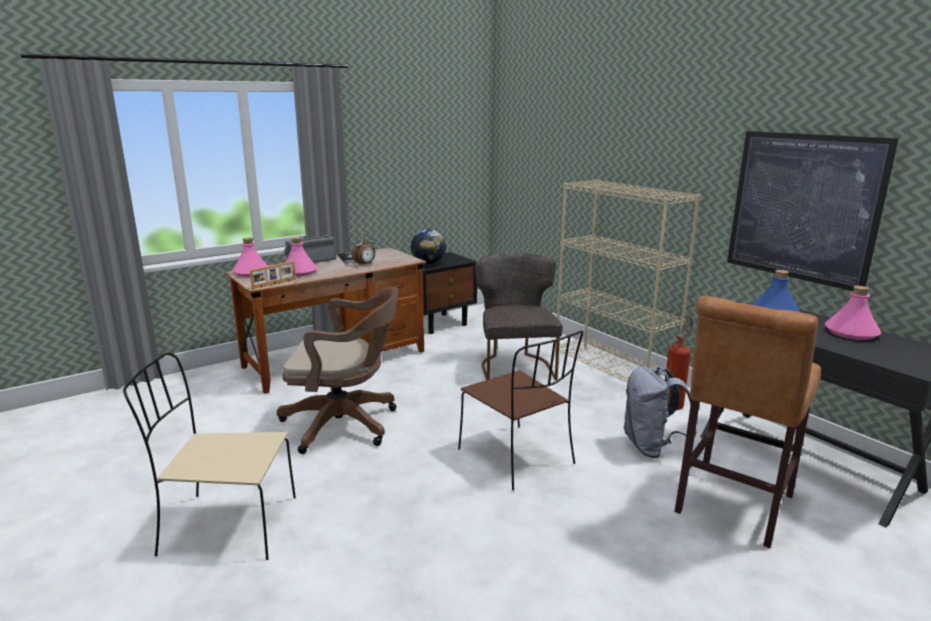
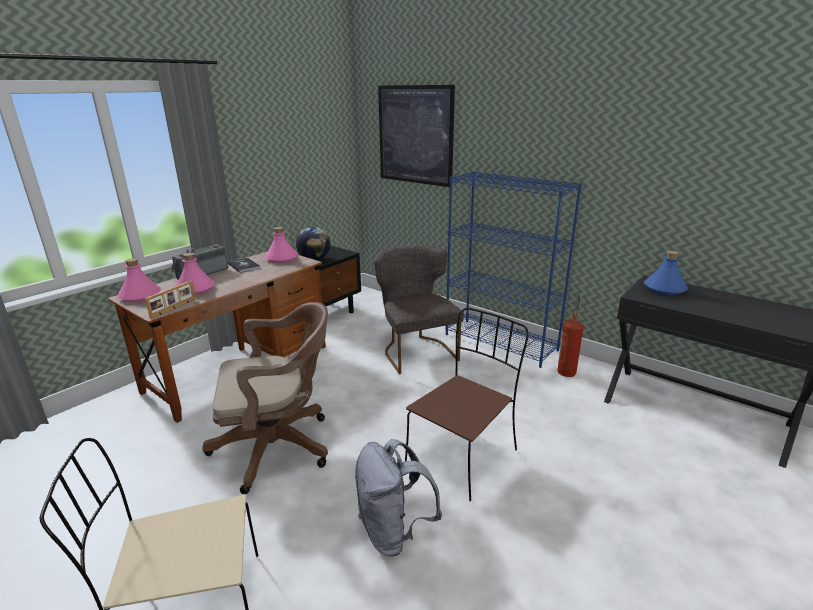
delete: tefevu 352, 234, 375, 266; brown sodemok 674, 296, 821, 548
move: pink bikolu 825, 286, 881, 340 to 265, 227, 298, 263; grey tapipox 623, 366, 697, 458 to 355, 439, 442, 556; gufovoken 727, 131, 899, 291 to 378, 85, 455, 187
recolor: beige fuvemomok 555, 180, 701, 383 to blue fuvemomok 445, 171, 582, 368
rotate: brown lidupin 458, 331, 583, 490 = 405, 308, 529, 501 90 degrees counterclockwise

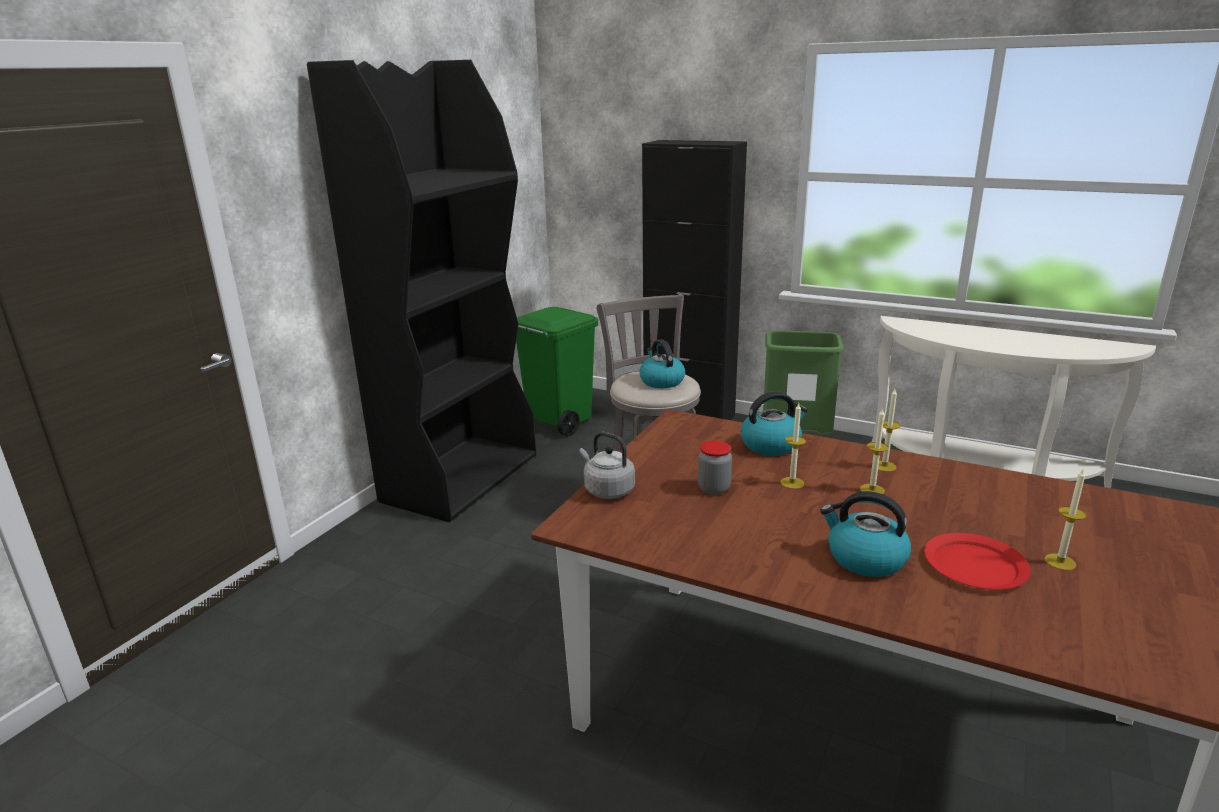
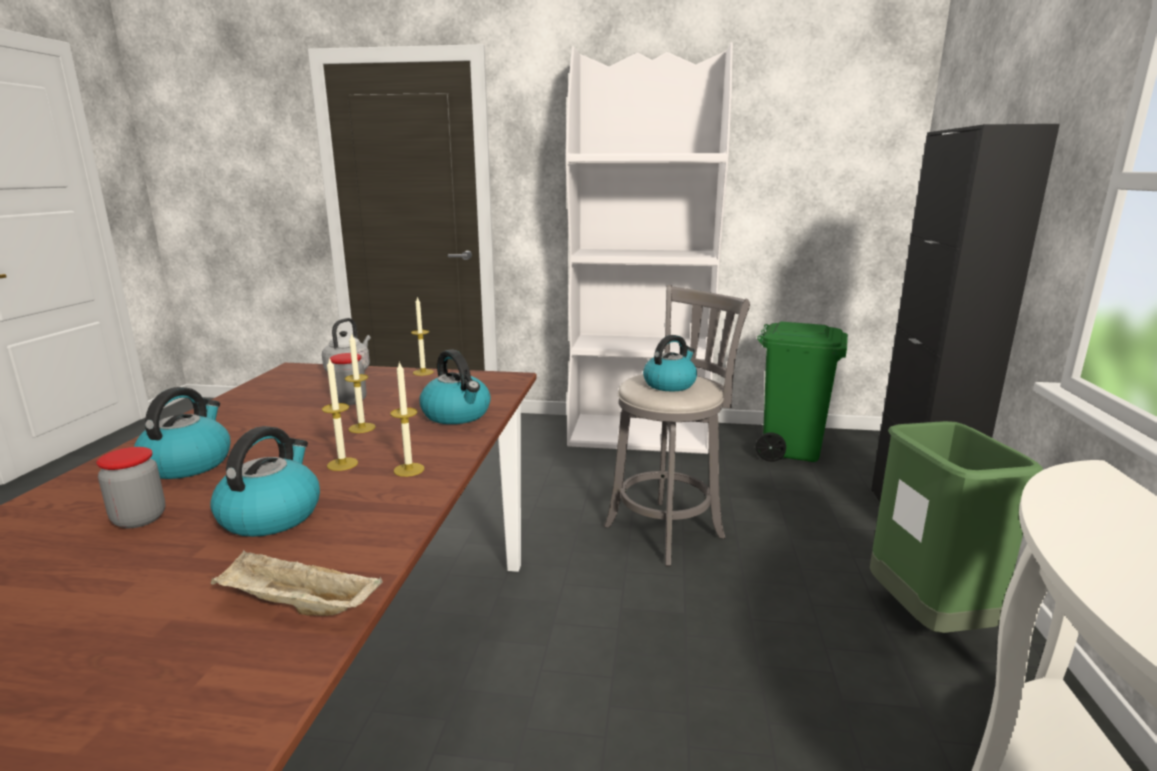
insert: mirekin 210, 426, 320, 537; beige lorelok 211, 550, 383, 616
move: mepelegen 1045, 468, 1087, 570 to 411, 297, 434, 376
replace: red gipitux 924, 533, 1031, 590 to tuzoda 96, 447, 165, 528
recolor: black fuvemomok 307, 60, 536, 522 to white fuvemomok 565, 42, 733, 454

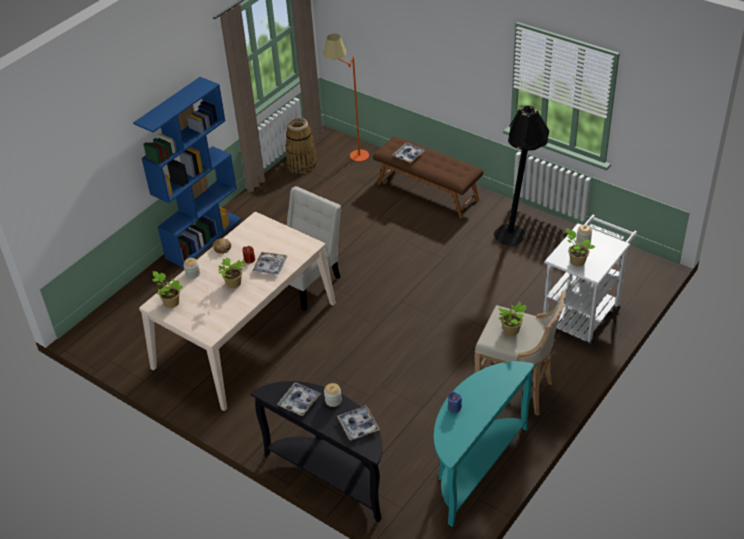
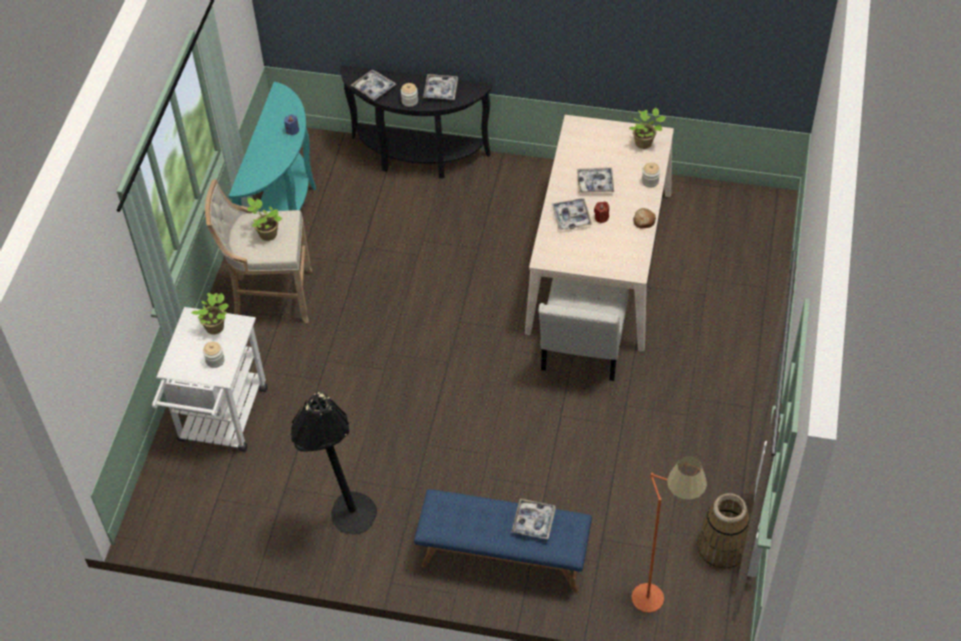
delete: blue fuvemomok 133, 77, 242, 267
replace: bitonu 218, 258, 246, 288 to lorelok 577, 168, 614, 193
recolor: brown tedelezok 373, 136, 483, 218 to blue tedelezok 414, 489, 592, 593

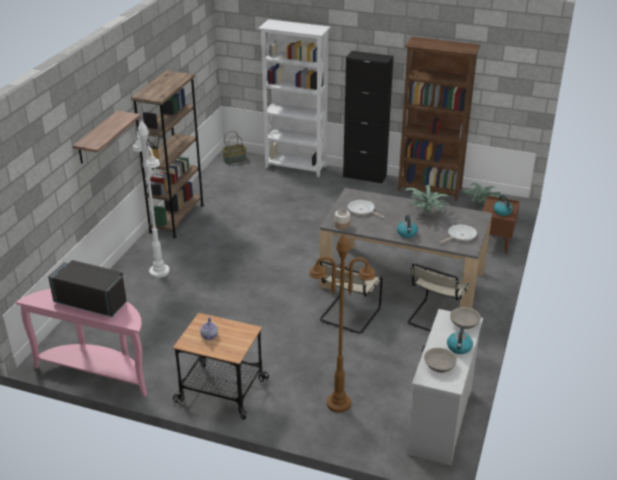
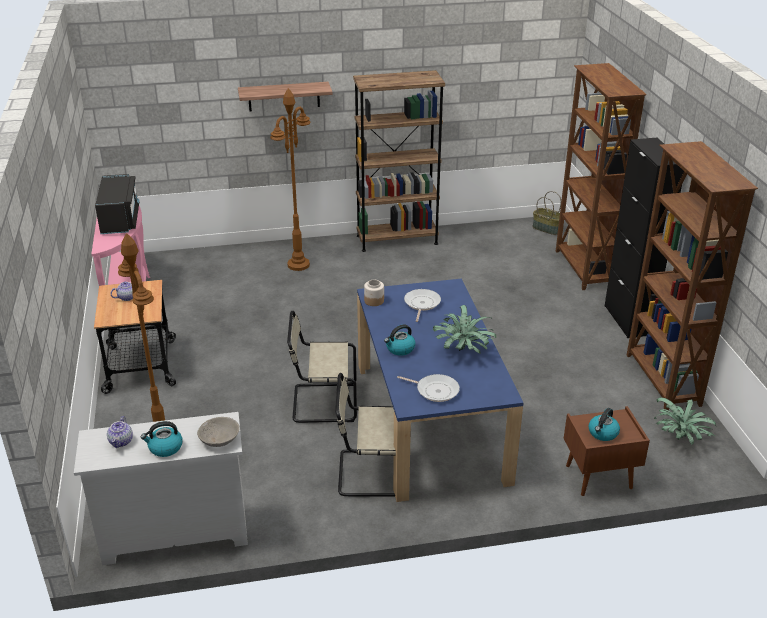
replace: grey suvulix 424, 348, 457, 373 to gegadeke 107, 416, 133, 448
recolor: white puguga 132, 121, 170, 278 to brown puguga 270, 88, 310, 271; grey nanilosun 320, 188, 492, 308 to blue nanilosun 357, 279, 524, 502; white fuvemomok 258, 19, 330, 177 to brown fuvemomok 556, 63, 647, 290

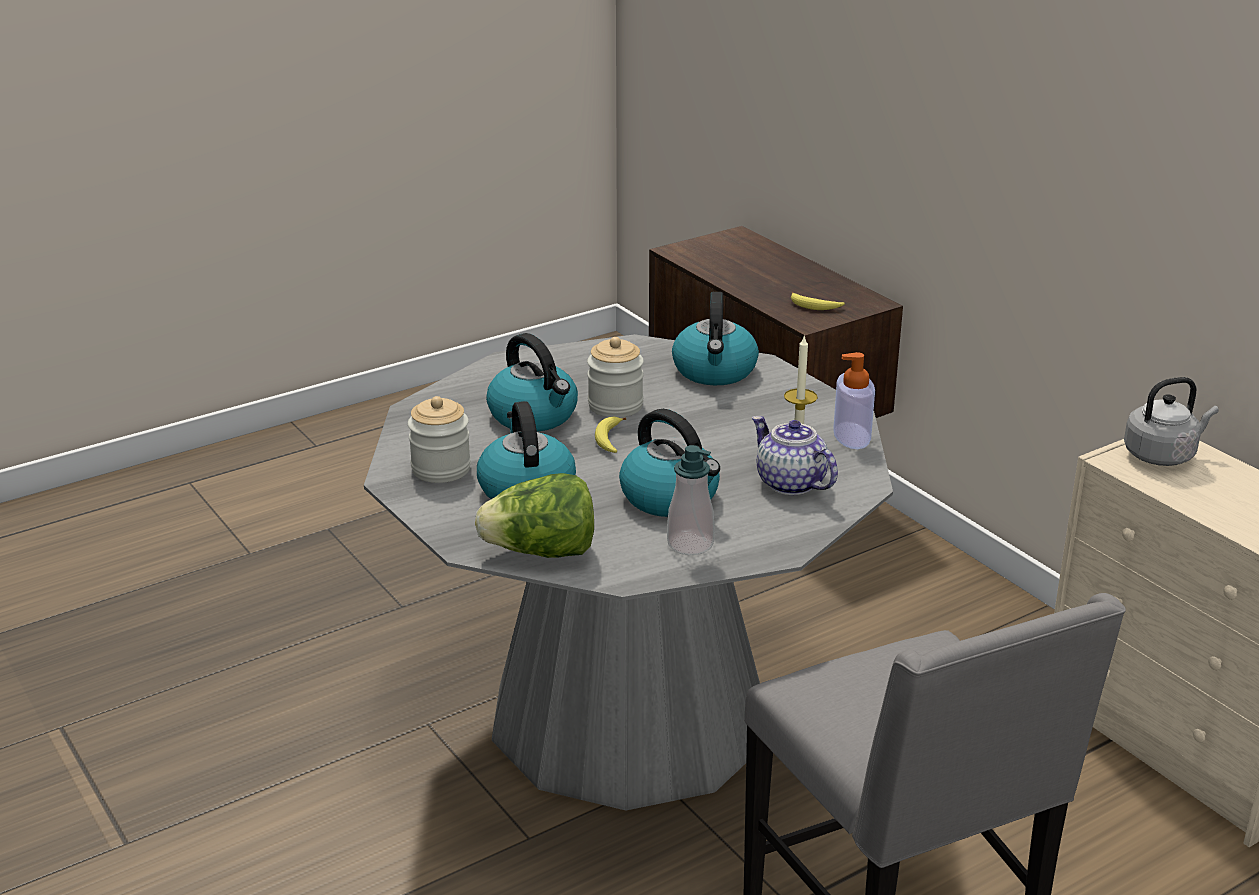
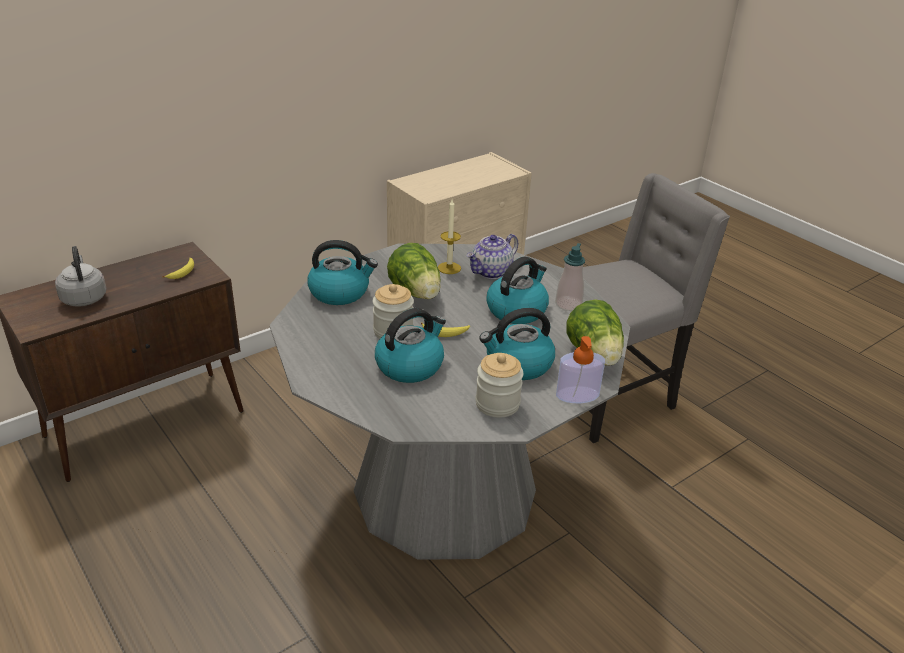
insert: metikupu 387, 243, 441, 299
move: grey mirekin 1124, 377, 1219, 466 to 55, 246, 106, 307; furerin 833, 352, 875, 449 to 556, 336, 605, 403

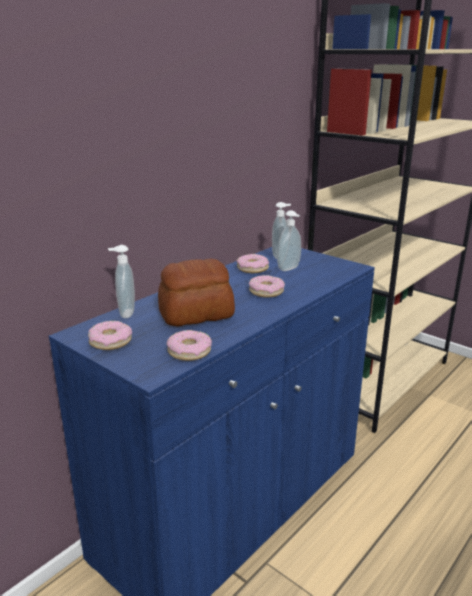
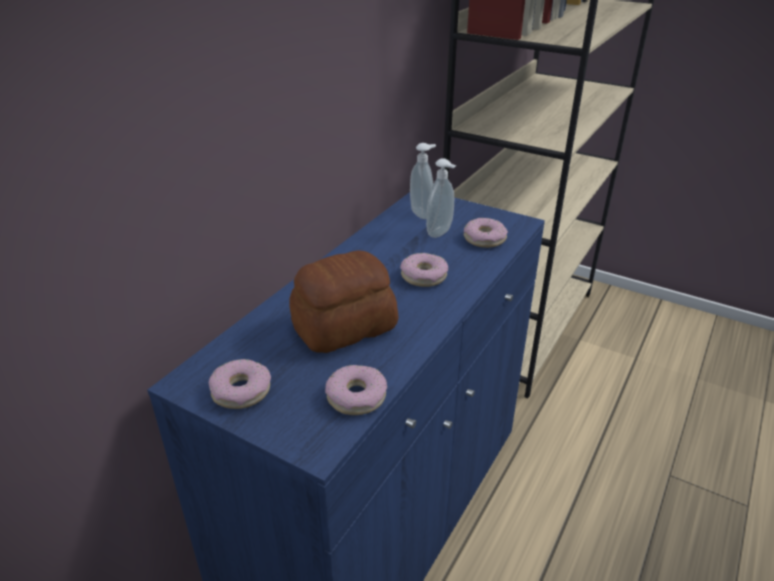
delete: furerin 108, 245, 135, 318
move: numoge 236, 254, 269, 273 to 464, 218, 508, 248

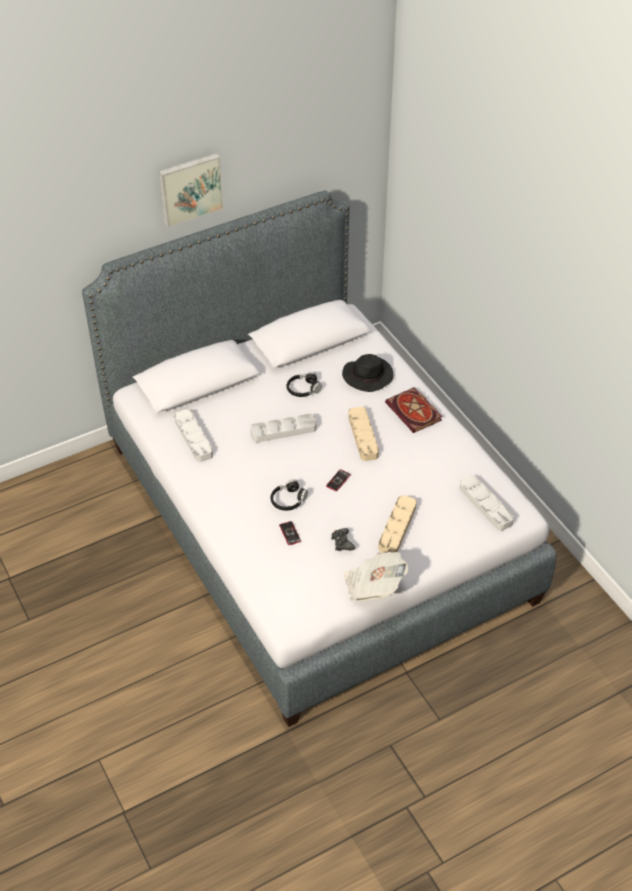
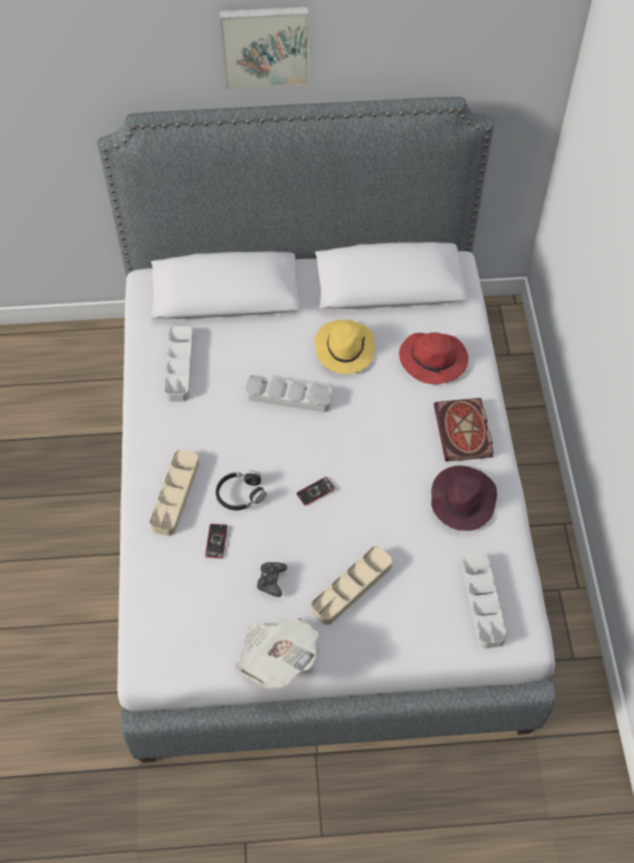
insert: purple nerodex 431, 466, 497, 531
move: beige lorelok 348, 407, 379, 461 to 150, 450, 199, 536
replace: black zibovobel 287, 372, 322, 397 to yellow nerodex 315, 320, 375, 374
recolor: black nerodex 342, 354, 394, 392 to red nerodex 399, 332, 468, 384

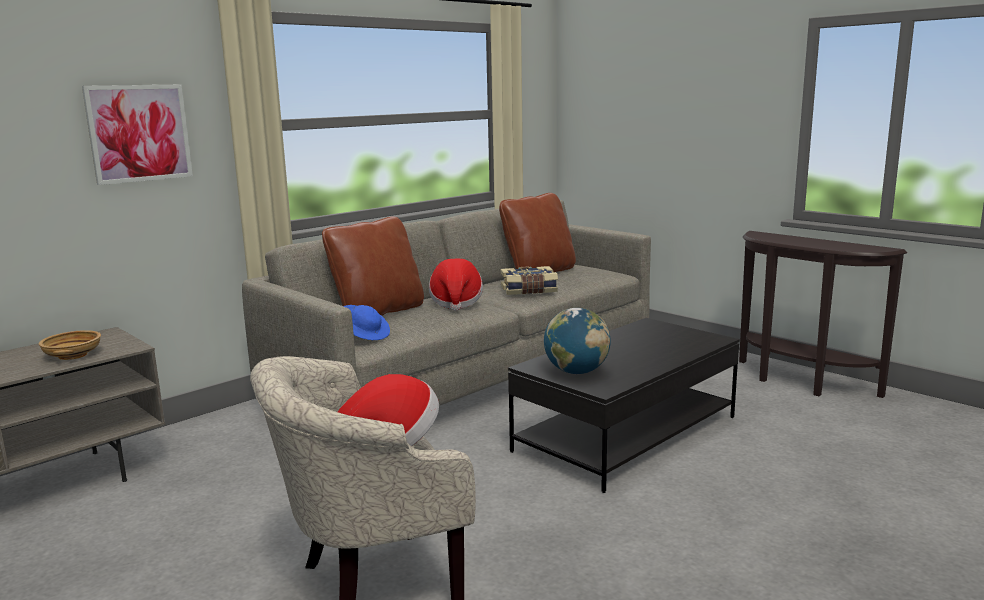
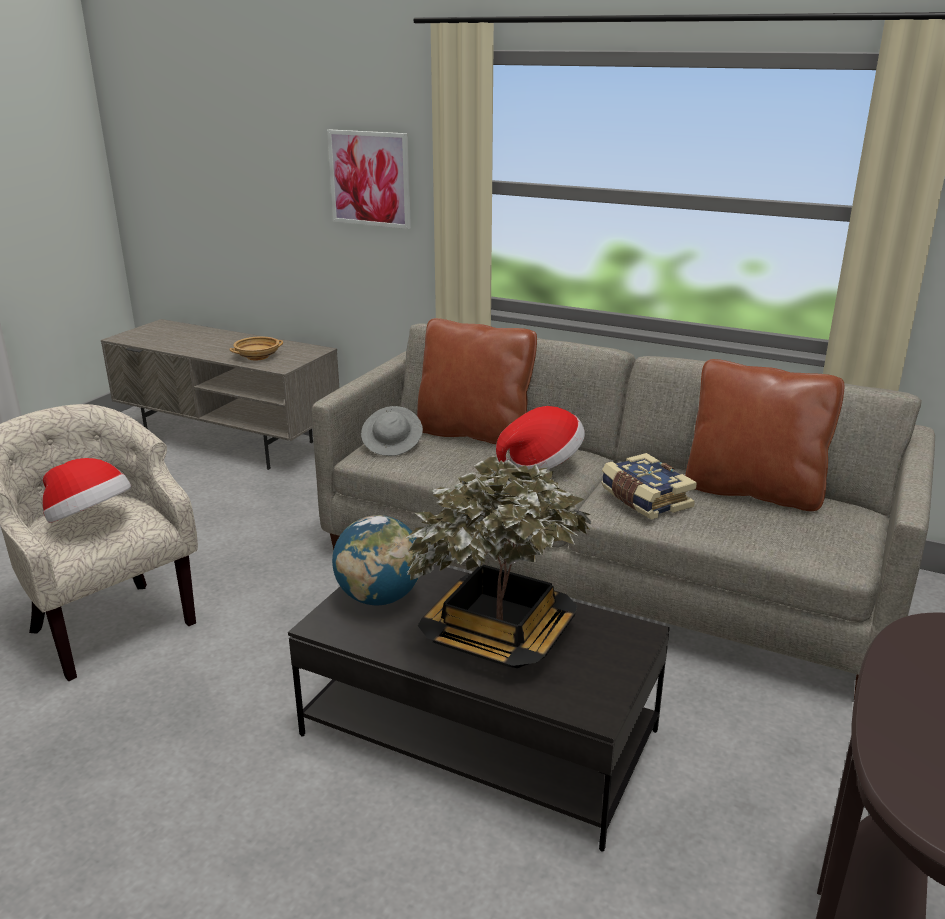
insert: bitonu 406, 456, 591, 668
recolor: blue nerodex 343, 305, 390, 340 to grey nerodex 361, 406, 423, 456

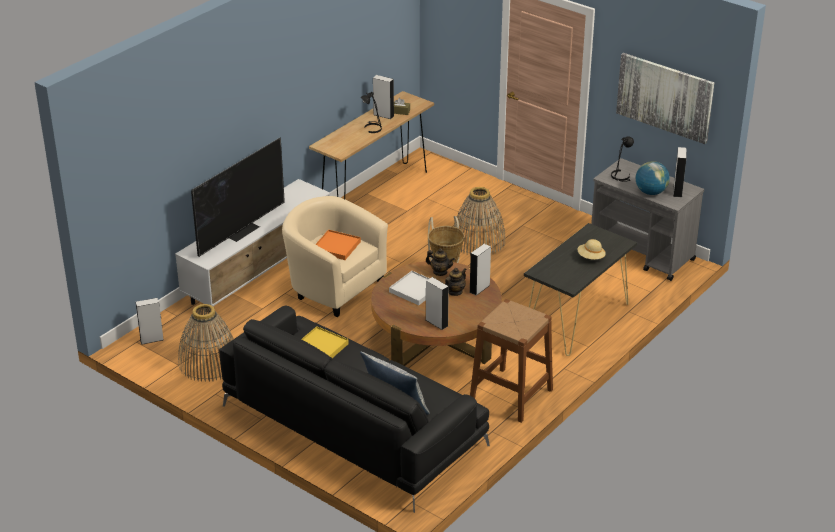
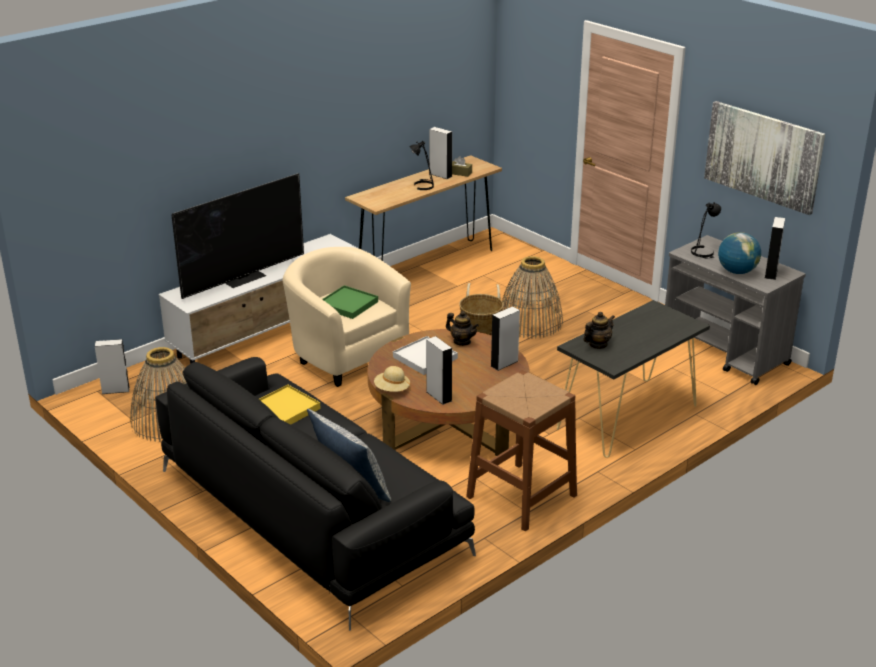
move: beige nerodex 577, 239, 606, 259 to 374, 366, 410, 392; gegadeke 445, 268, 467, 296 to 583, 312, 615, 349
recolor: orange lorelok 316, 230, 361, 260 to green lorelok 322, 285, 378, 319

